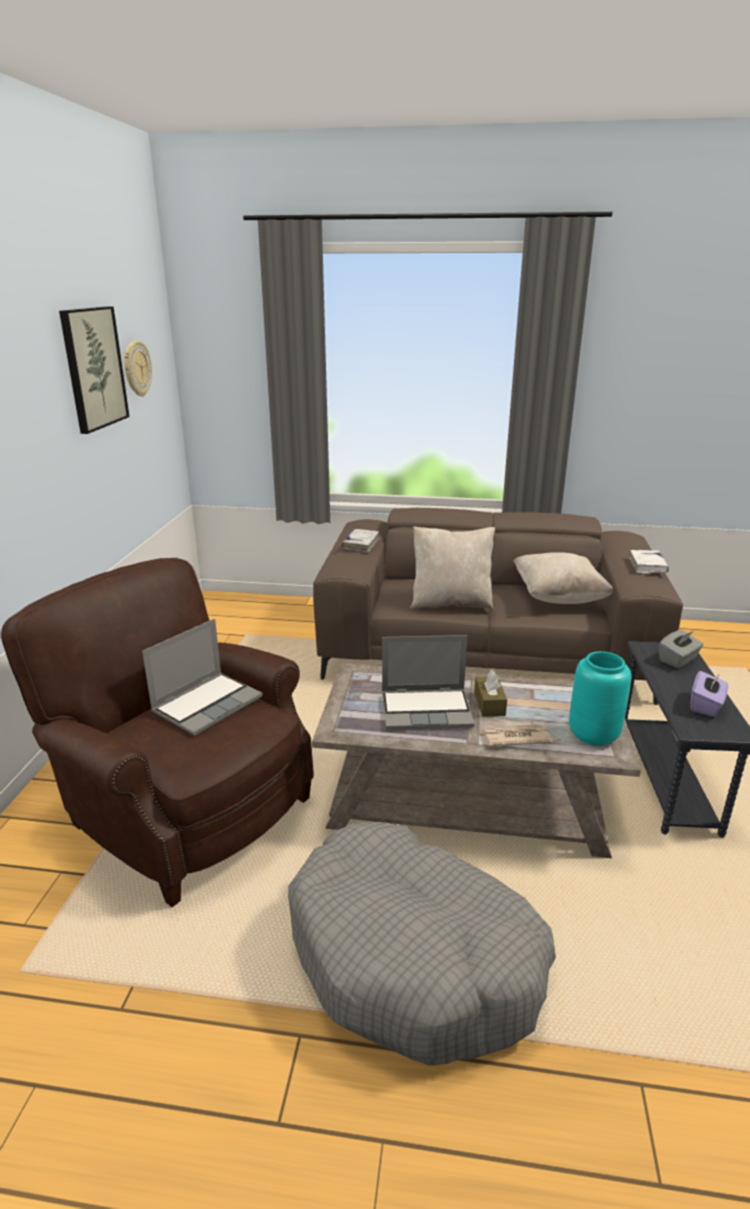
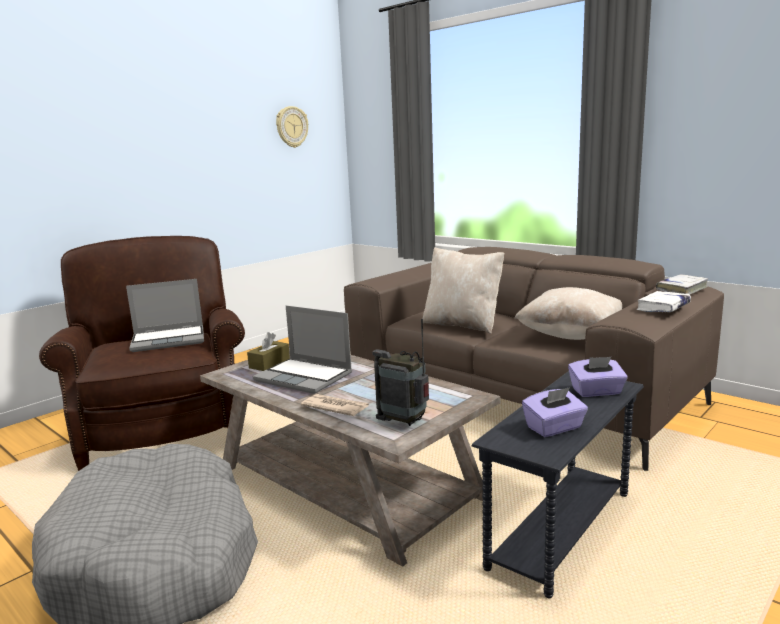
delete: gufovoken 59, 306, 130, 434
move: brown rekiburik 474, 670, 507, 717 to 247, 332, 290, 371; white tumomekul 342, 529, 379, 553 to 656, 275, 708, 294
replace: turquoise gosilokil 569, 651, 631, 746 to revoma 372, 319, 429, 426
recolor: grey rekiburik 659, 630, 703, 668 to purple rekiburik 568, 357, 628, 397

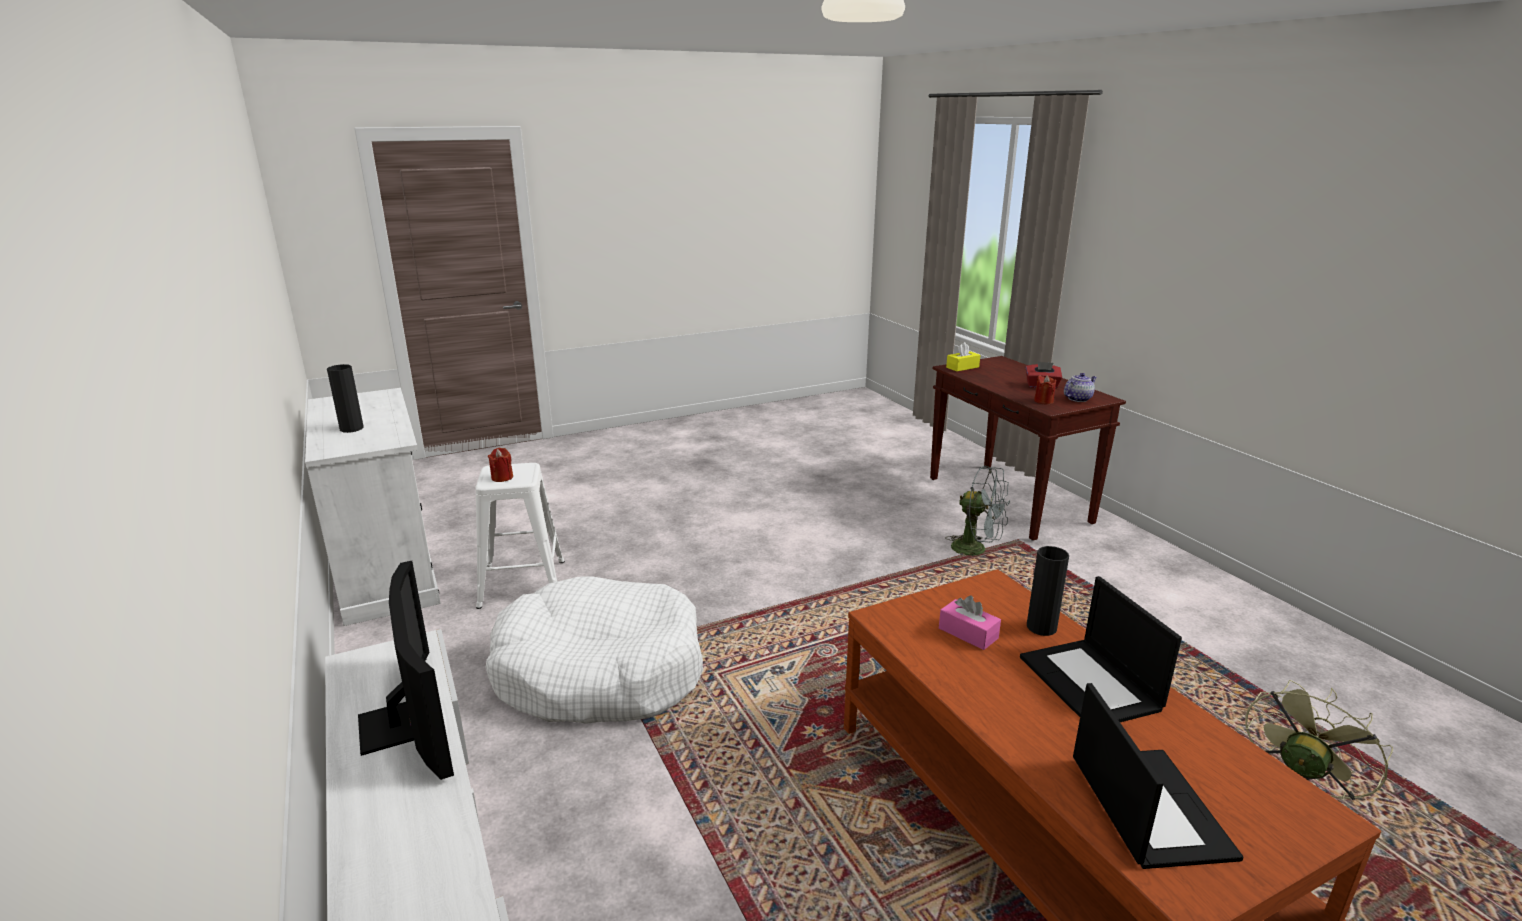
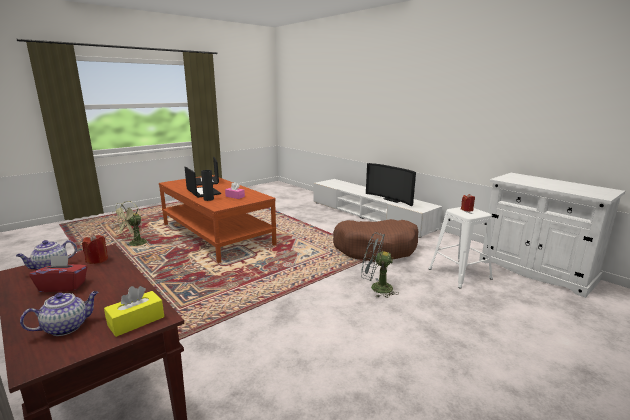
delete: black gosilokil 327, 364, 364, 433
insert: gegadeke 20, 291, 98, 336
move: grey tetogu 946, 466, 1010, 557 to 361, 232, 398, 298
recolor: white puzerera 485, 576, 703, 724 to brown puzerera 333, 219, 418, 262

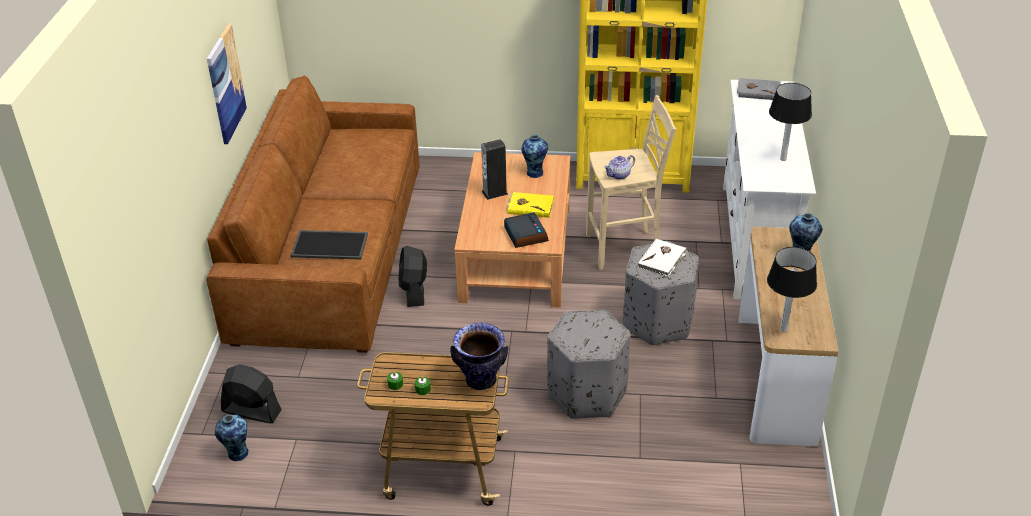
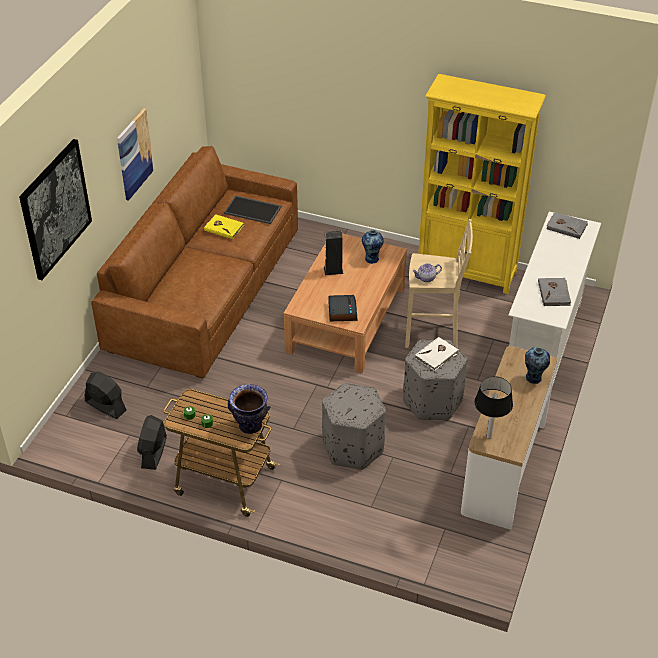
delete: gosilokil 215, 415, 248, 461
insert: gufovoken 19, 139, 92, 280
move: black tetogu 398, 246, 427, 307 to 137, 415, 167, 470; yellow tumomekul 507, 192, 554, 218 to 204, 214, 244, 239; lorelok 291, 230, 368, 260 to 224, 195, 281, 224
replace: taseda 769, 83, 812, 161 to grey tumomekul 538, 278, 571, 306

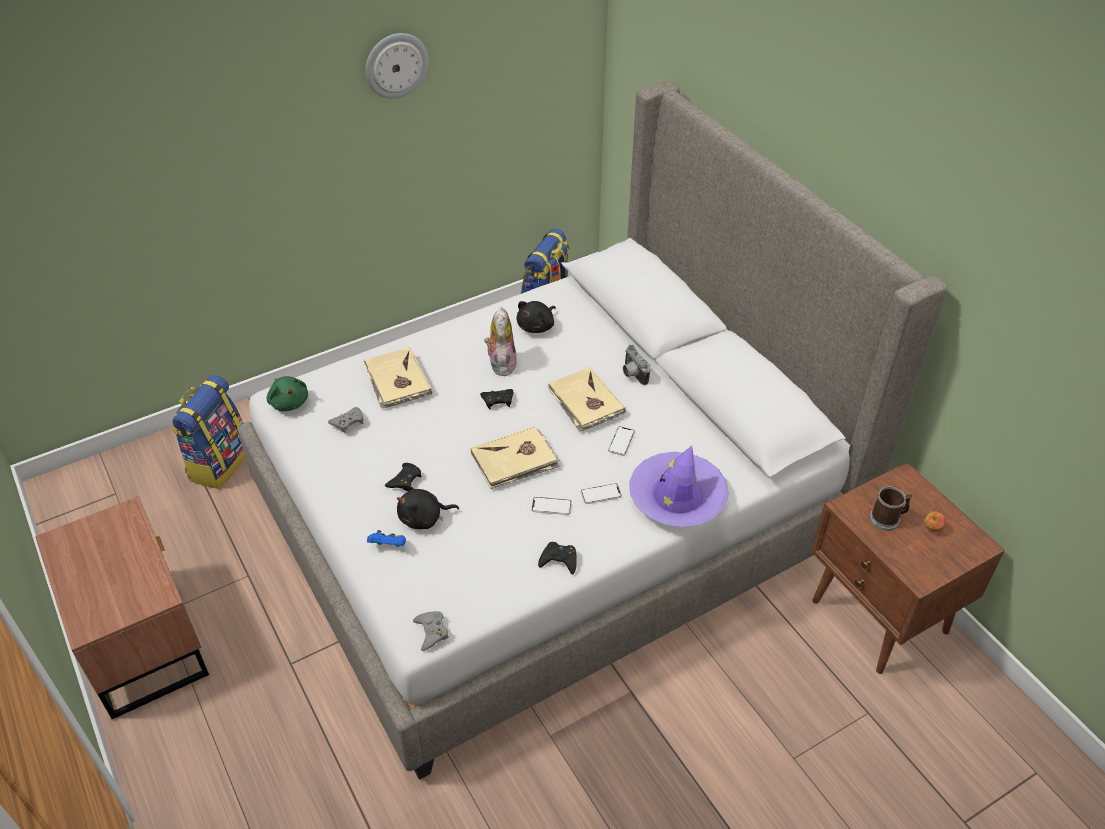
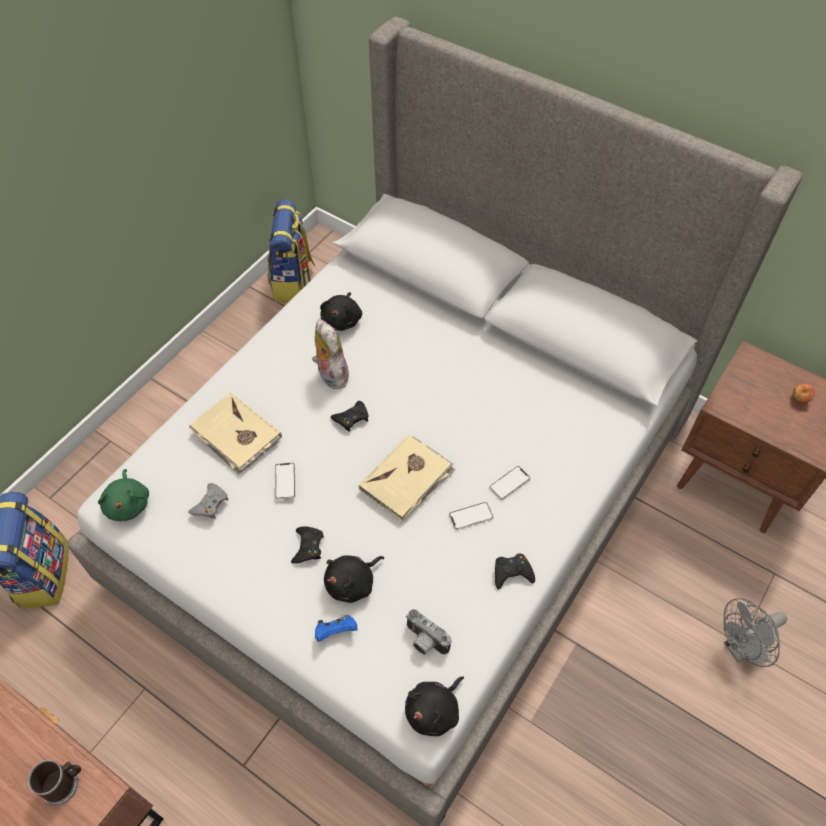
delete: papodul 365, 33, 428, 98; beige tumomekul 548, 367, 626, 431; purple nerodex 629, 446, 729, 527
insert: grey tetogu 724, 598, 787, 667
move: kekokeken 870, 486, 912, 531 to 28, 760, 81, 806; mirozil 608, 426, 635, 456 to 275, 463, 296, 499; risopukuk 623, 345, 650, 385 to 406, 609, 452, 655
replace: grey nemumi 413, 611, 449, 651 to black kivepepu 405, 677, 464, 736
rotate: green kivepepu 267, 376, 308, 412 = 98, 469, 149, 521 45 degrees clockwise

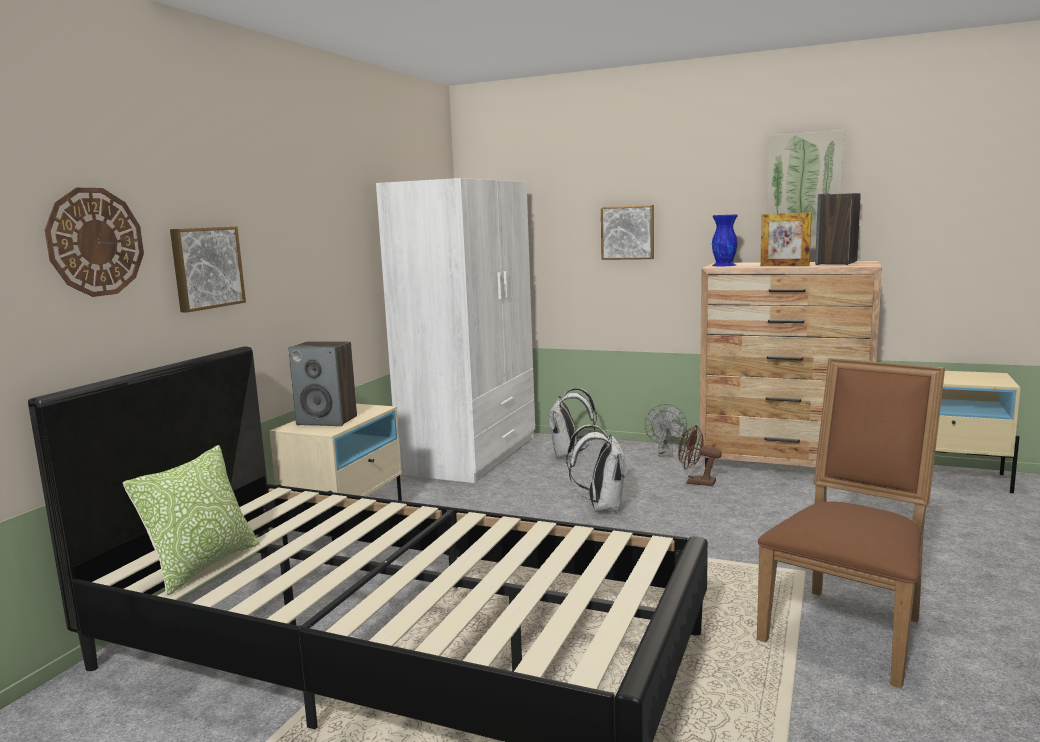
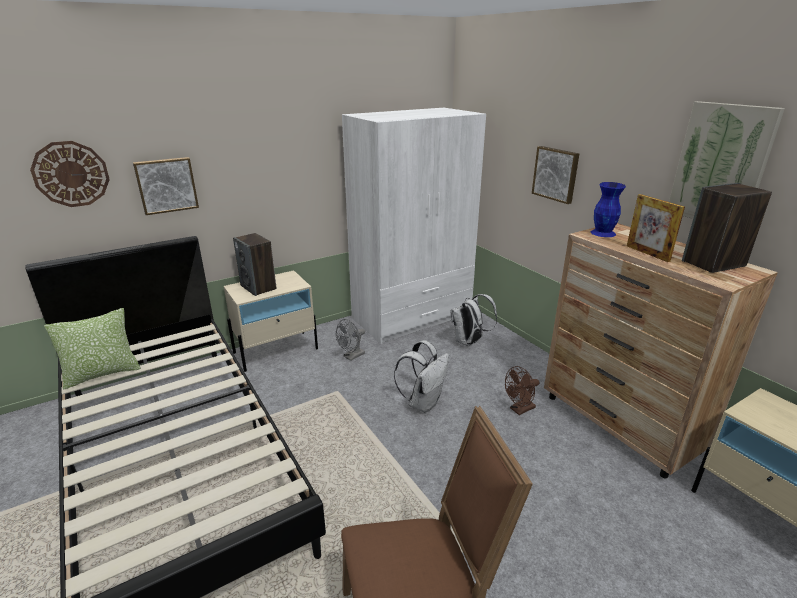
move: grey tetogu 645, 404, 687, 457 to 336, 319, 365, 361
rotate: brown tetogu 678, 425, 722, 486 = 505, 366, 539, 415 90 degrees counterclockwise

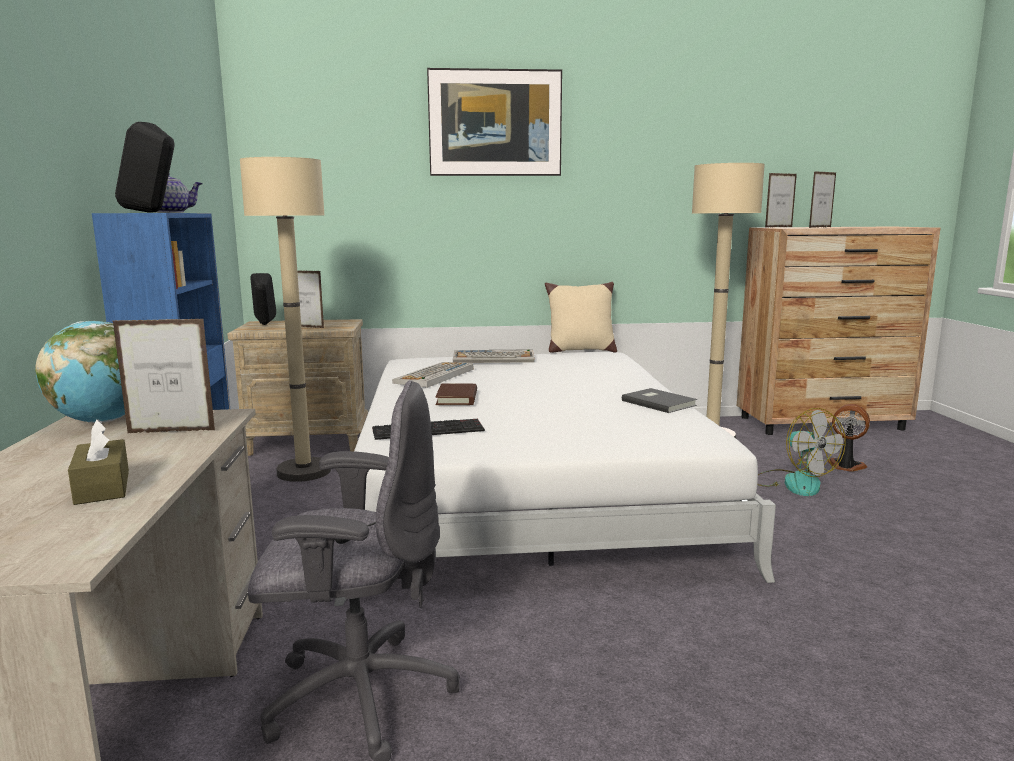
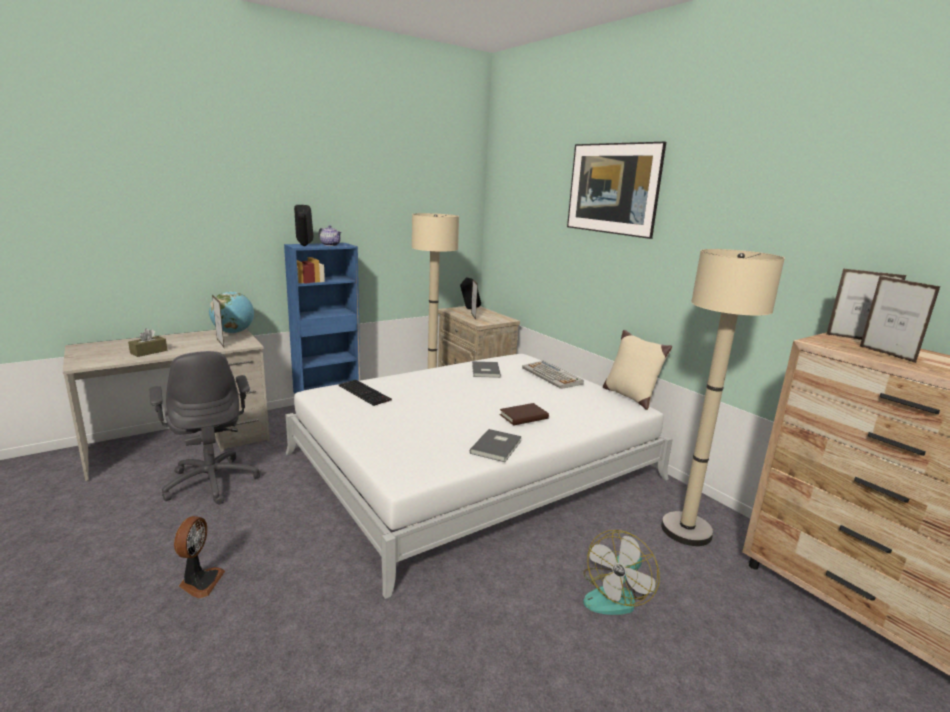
move: tetogu 828, 404, 870, 472 to 174, 516, 225, 598; brown tumomekul 435, 383, 477, 405 to 500, 403, 549, 425
replace: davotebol 392, 362, 474, 388 to grey tumomekul 472, 361, 501, 378
rotate: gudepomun 809, 171, 836, 228 = 860, 276, 941, 363 45 degrees clockwise

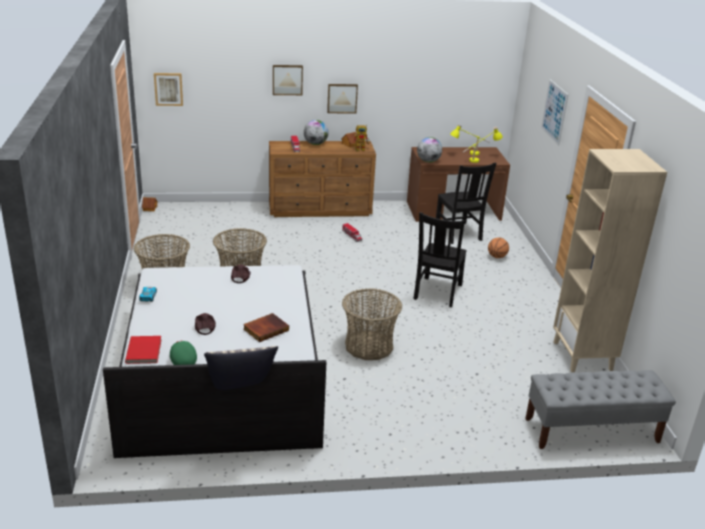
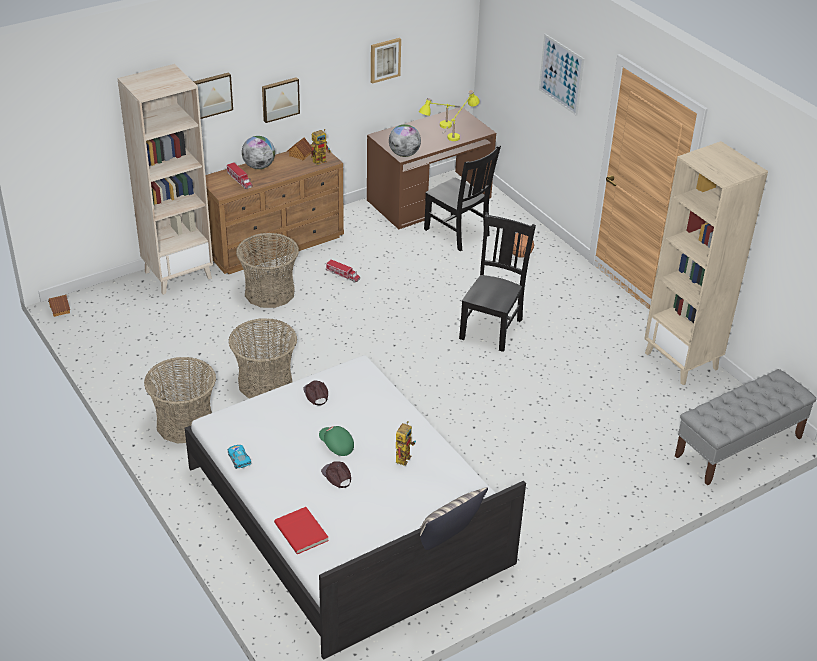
insert: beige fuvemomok 117, 64, 213, 295
move: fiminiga 342, 288, 402, 360 to 236, 233, 299, 308; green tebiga 170, 341, 197, 365 to 319, 426, 354, 456; gufovoken 154, 73, 183, 106 to 371, 38, 401, 84
replace: tumomekul 243, 313, 289, 342 to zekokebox 396, 421, 416, 466
rotate: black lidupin 413, 212, 467, 307 = 459, 212, 536, 352 150 degrees counterclockwise

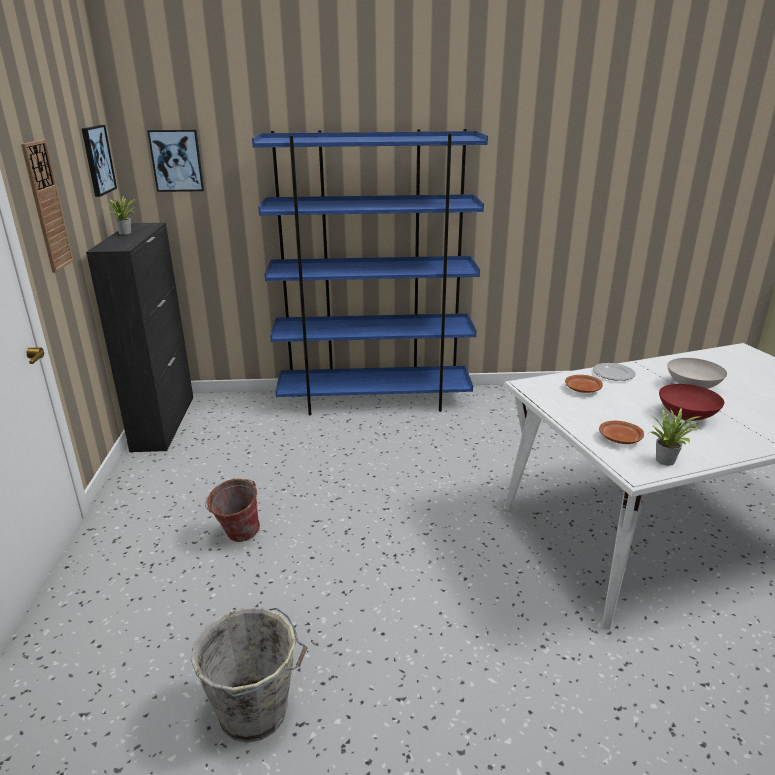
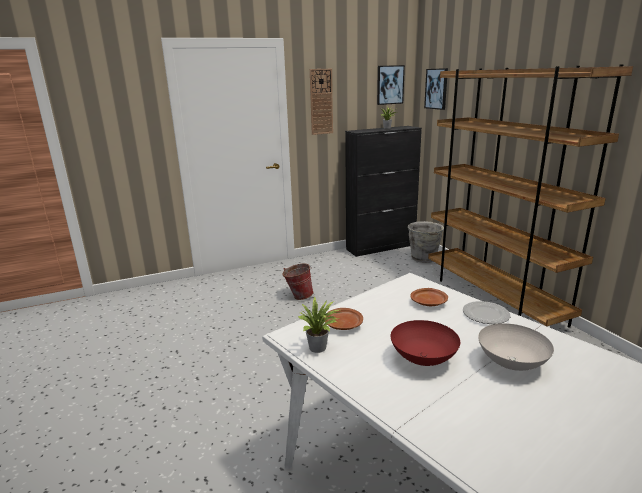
move: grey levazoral 191, 608, 307, 743 to 408, 221, 444, 263
recolor: blue fuvemomok 252, 129, 488, 415 to brown fuvemomok 428, 64, 633, 328

